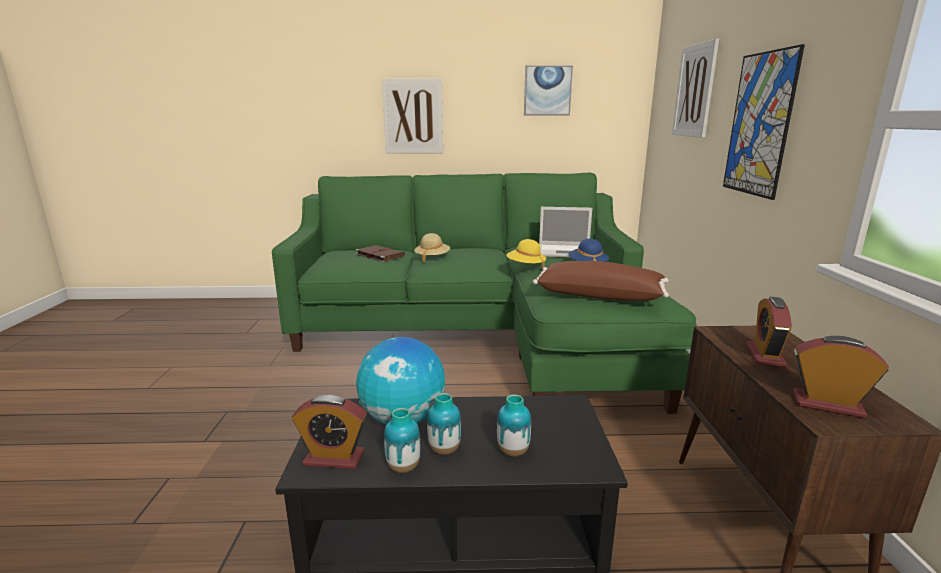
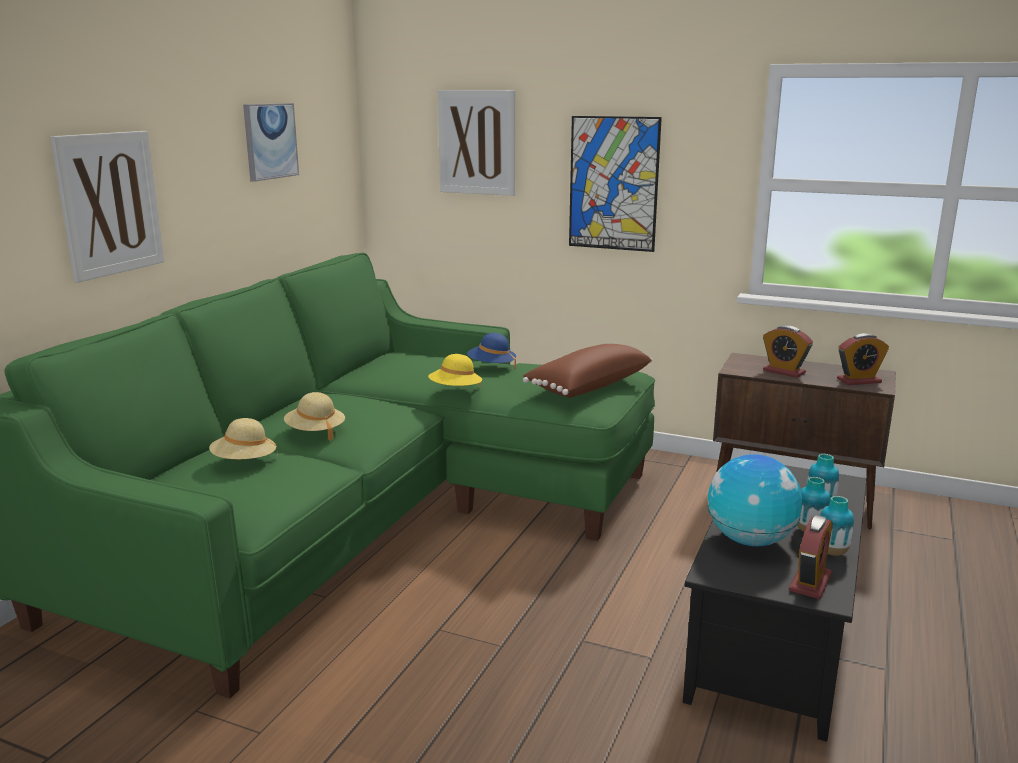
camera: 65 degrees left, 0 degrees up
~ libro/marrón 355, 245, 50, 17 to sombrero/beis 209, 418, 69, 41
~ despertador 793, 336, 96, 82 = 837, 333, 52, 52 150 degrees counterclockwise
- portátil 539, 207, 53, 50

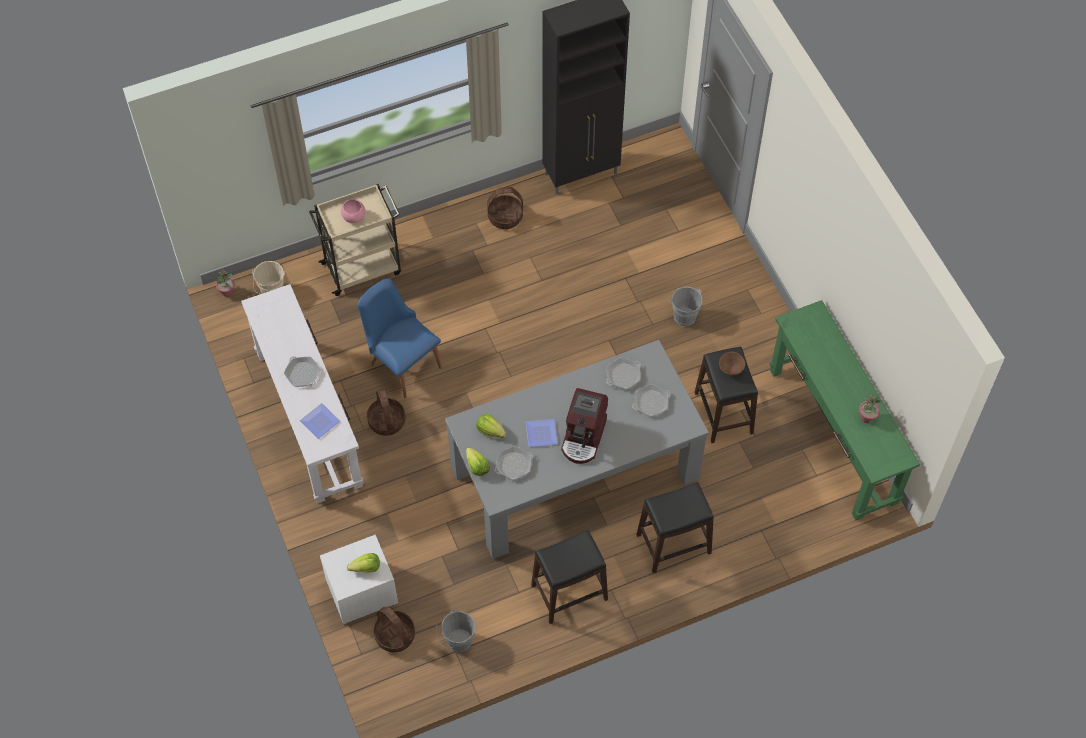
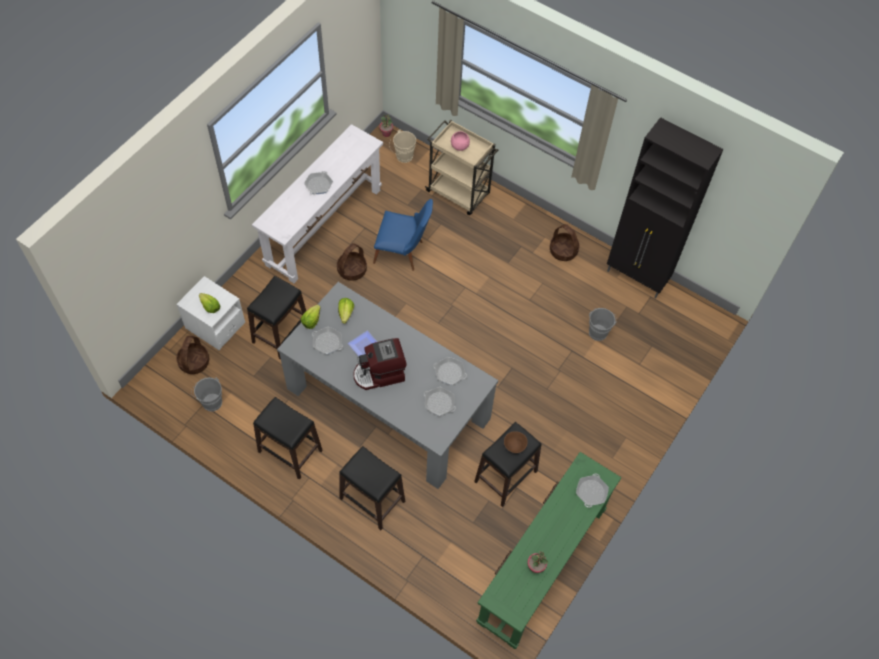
camera: 55 degrees right, 0 degrees up
+ taburete/negro 247, 276, 59, 83
~ silla/azul 358, 279, 84, 119 = 373, 199, 60, 72 90 degrees clockwise
+ sartén 576, 473, 33, 35
~ cubo/gris 667, 286, 36, 41 to 589, 308, 28, 33
- plato 300, 403, 40, 36

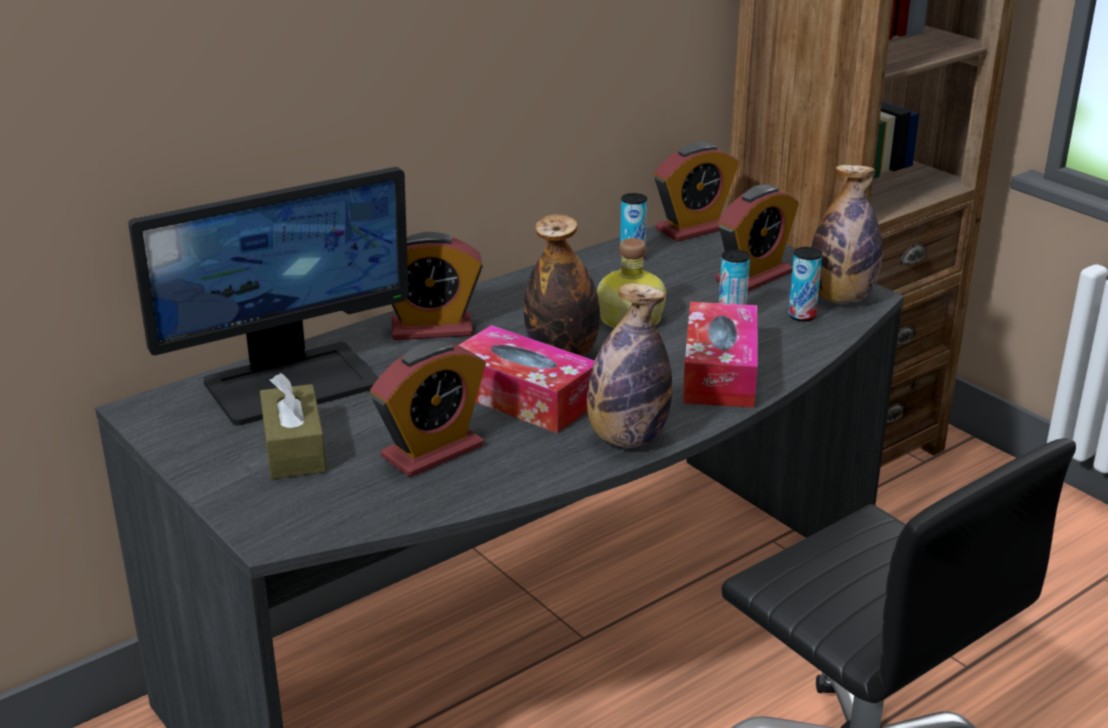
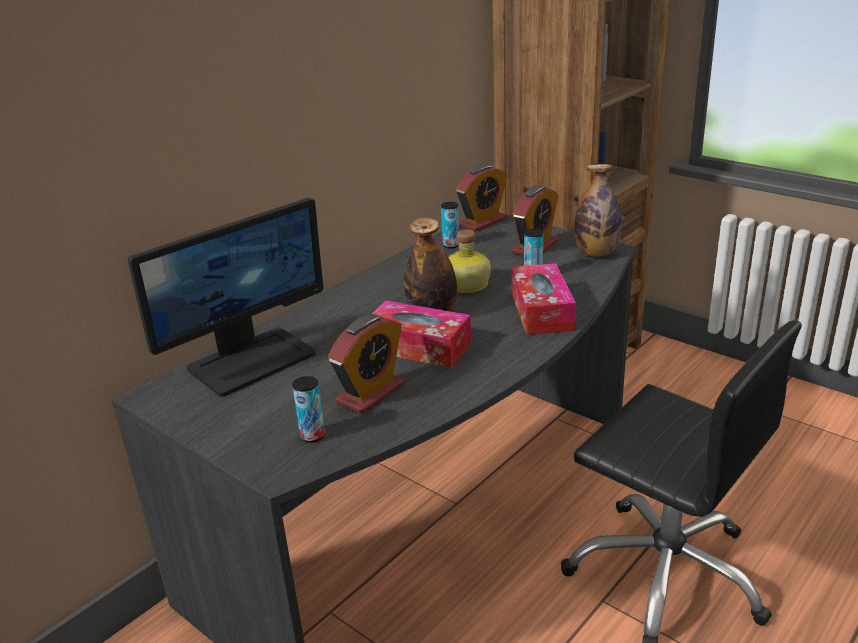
camera: 10 degrees left, 0 degrees up
~ lata 789, 247, 33, 74 to 292, 376, 33, 67
- caja de pañuelos/marrón 260, 373, 67, 106
- despertador 391, 232, 92, 108
- botella 587, 283, 85, 165

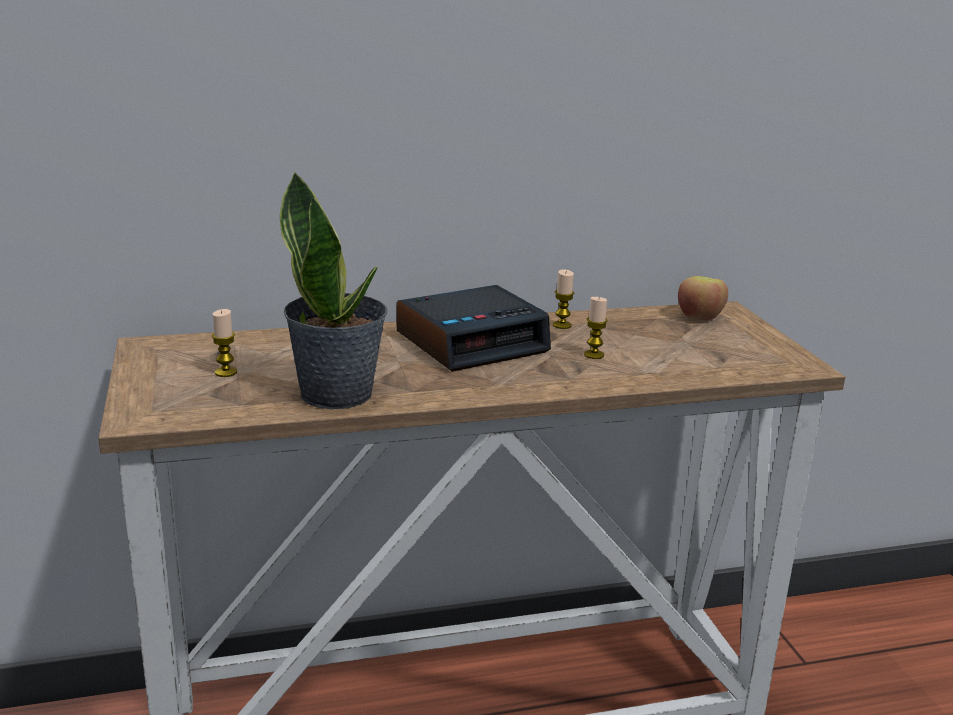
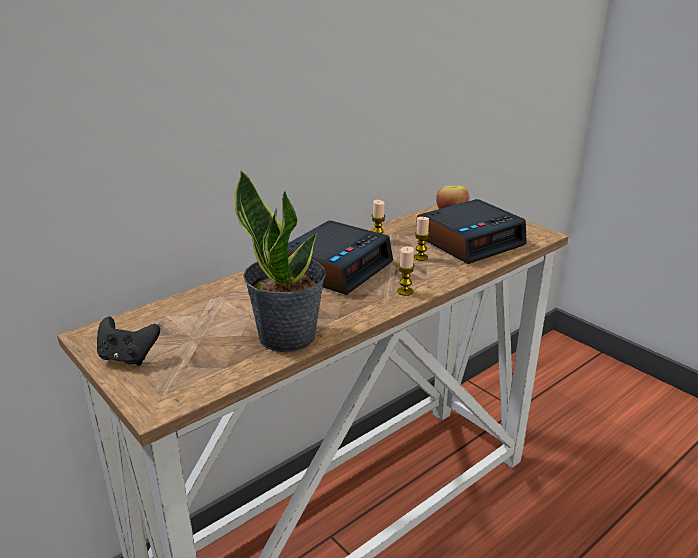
camera: 25 degrees left, 5 degrees up
+ mando de consola/negro 97, 317, 63, 49
~ vela 212, 309, 25, 68 to 397, 246, 18, 50
+ despertador 416, 199, 111, 65

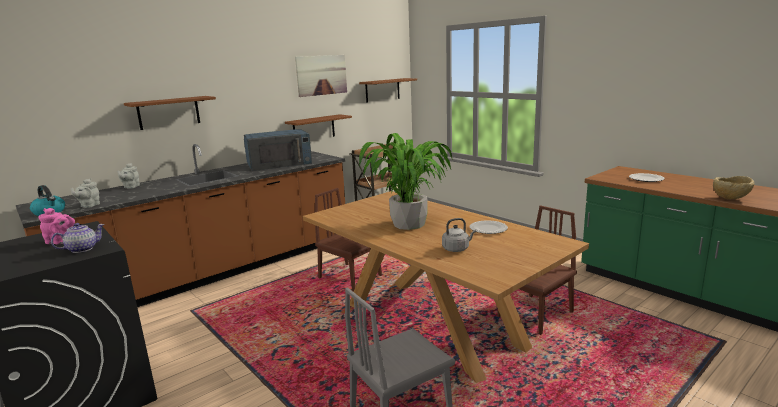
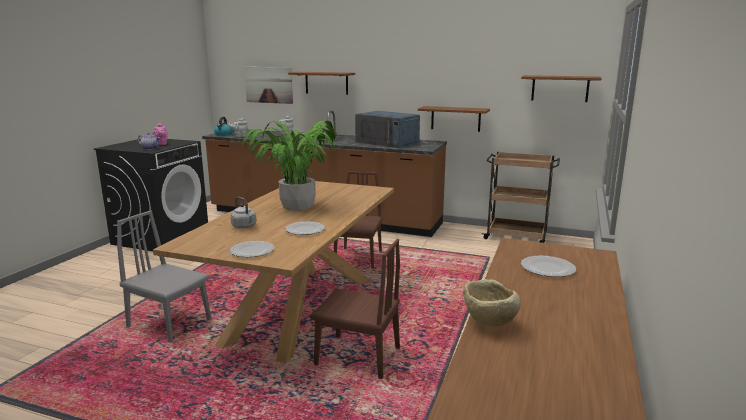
camera: 60 degrees right, 0 degrees up
+ plato 230, 241, 45, 16
~ cuadro 295, 55, 52, 42 to 244, 67, 49, 37

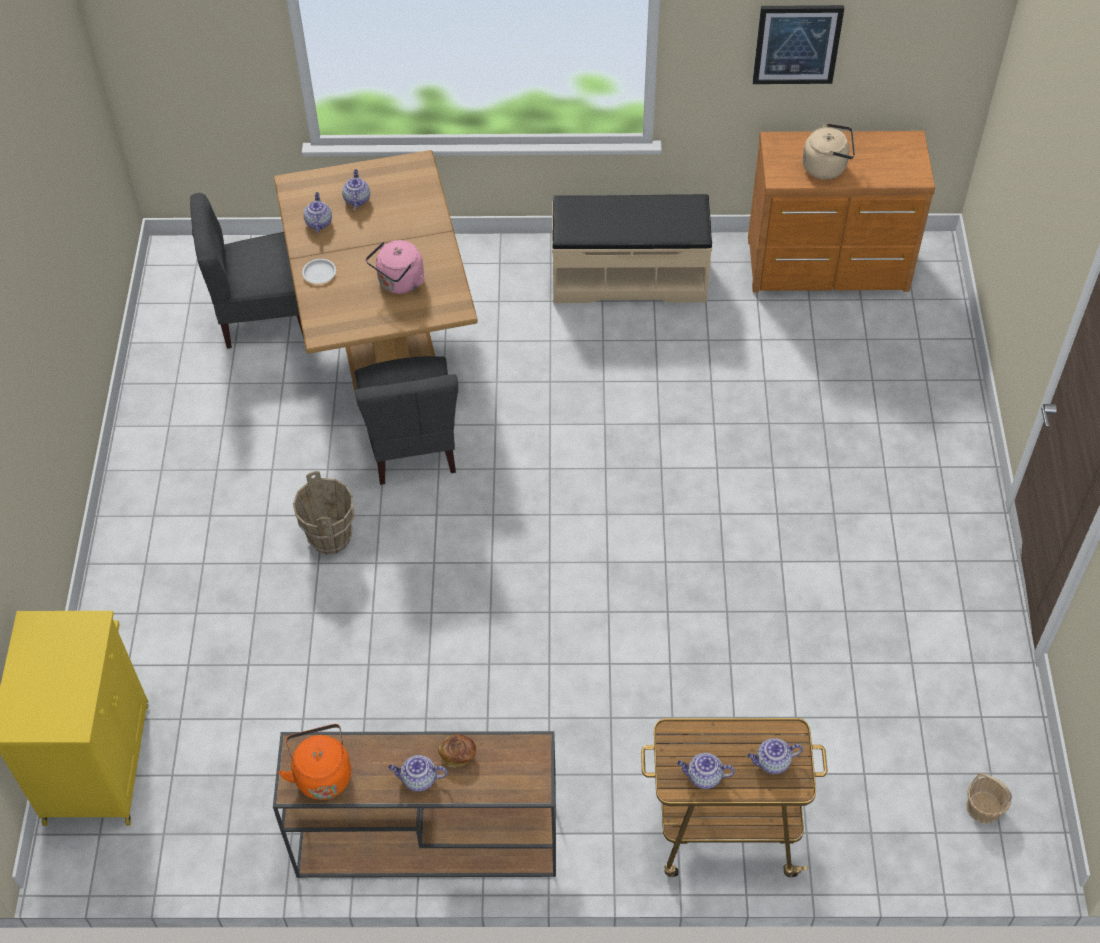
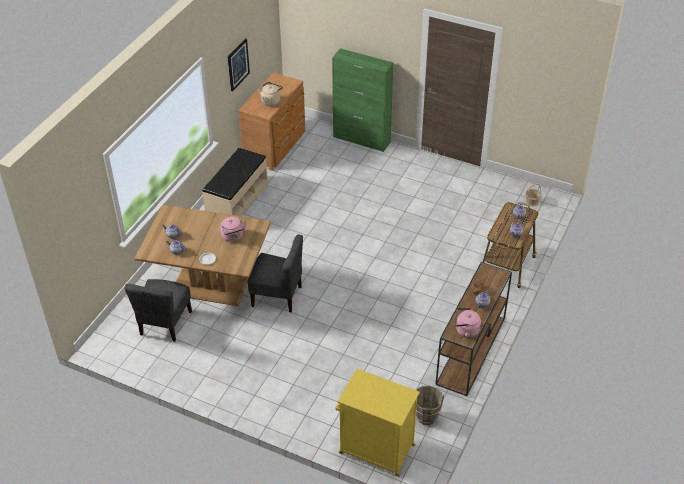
camera: 65 degrees left, 10 degrees down
+ armario/verde 332, 48, 61, 104
~ cubo/marrón 293, 471, 61, 84 to 416, 386, 28, 39
~ hervidor/naranja 278, 724, 73, 76 to hervidor/rosa 455, 308, 26, 30

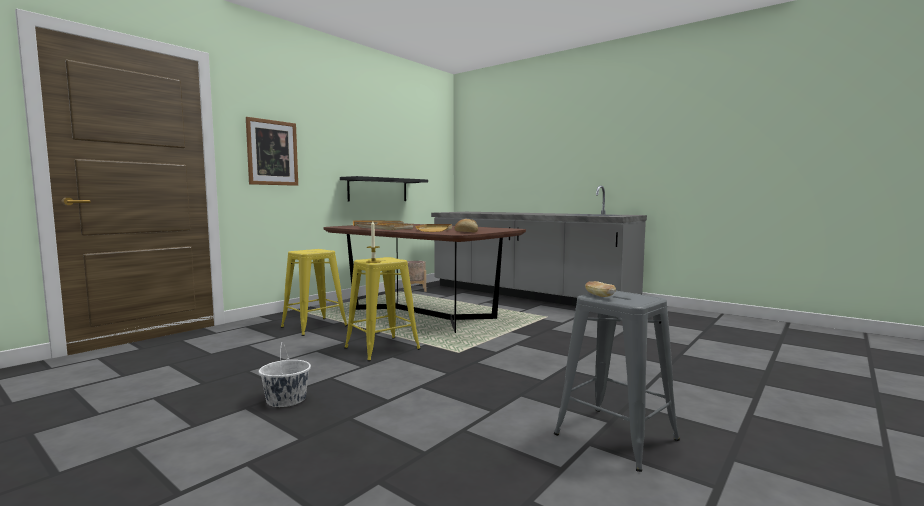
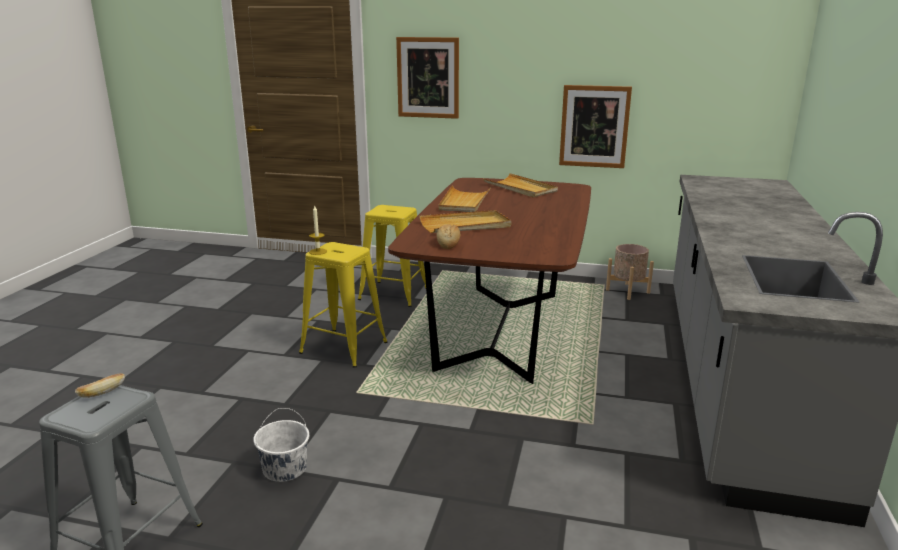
camera: 65 degrees right, 15 degrees up
~ cubo/blanco 259, 342, 52, 65 to 253, 408, 56, 74
~ estante/negro 340, 176, 88, 25 to cuadro 559, 85, 73, 83

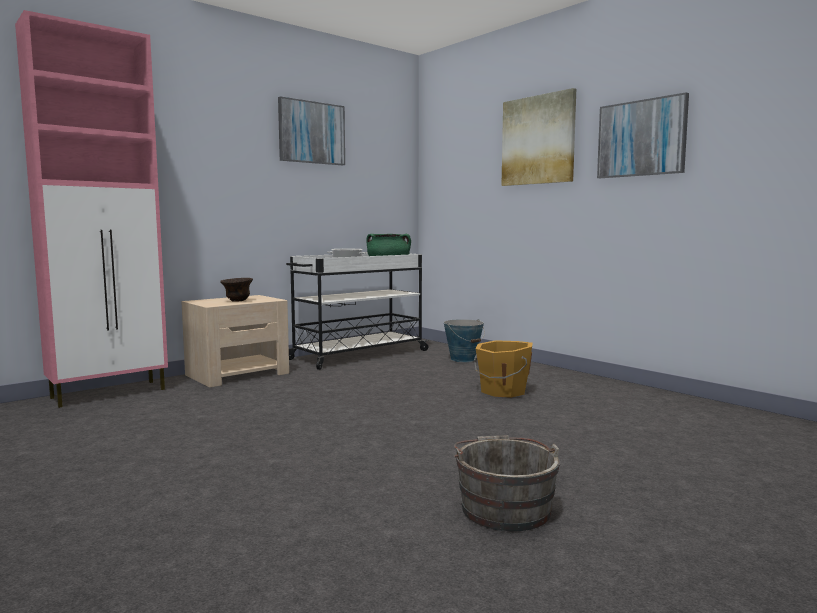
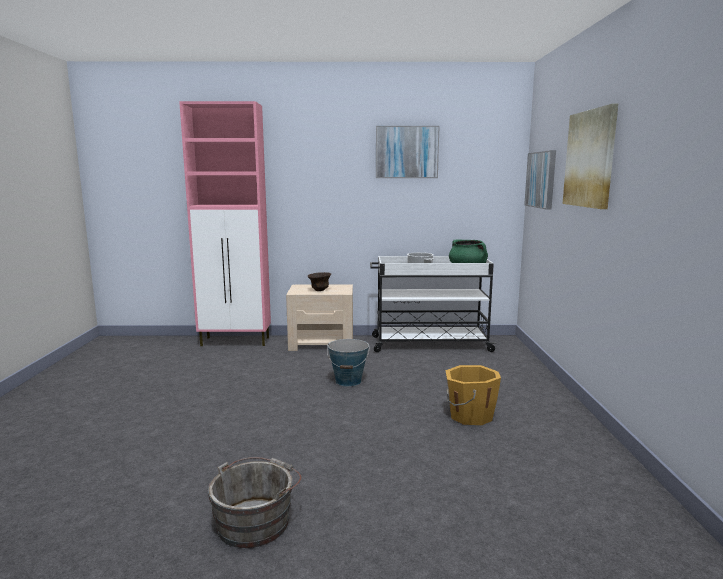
camera: 40 degrees right, 5 degrees up
~ cubo 444, 319, 41, 43 to 327, 339, 43, 48
~ cuadro 597, 93, 92, 85 to 524, 150, 32, 60

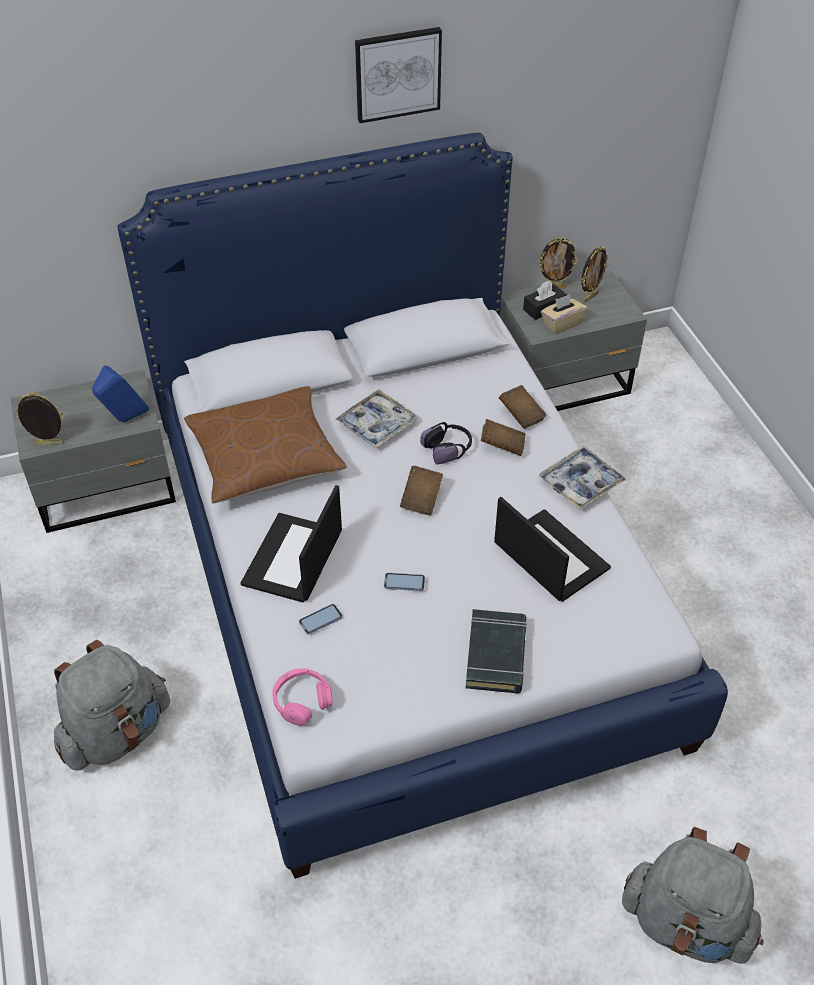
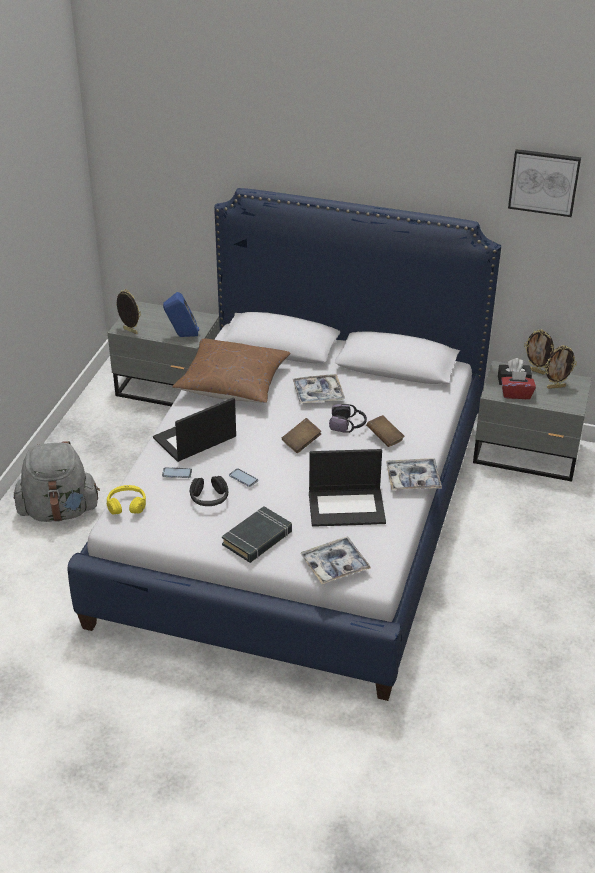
camera: 35 degrees right, 10 degrees down
~ auriculares/rosa 272, 668, 60, 58 to auriculares/amarillo 107, 485, 39, 30
+ auriculares/negro 190, 476, 38, 30
+ bandeja 300, 537, 71, 47
~ portátil 494, 497, 117, 105 = 309, 449, 77, 78 90 degrees clockwise
~ caja de pañuelos/beis 541, 294, 46, 40 to caja de pañuelos/rojo 501, 371, 35, 28
~ cuadro 355, 27, 87, 96 to 508, 149, 73, 68
- libro/marrón 499, 385, 48, 44
- mochila/gris 622, 827, 142, 137

